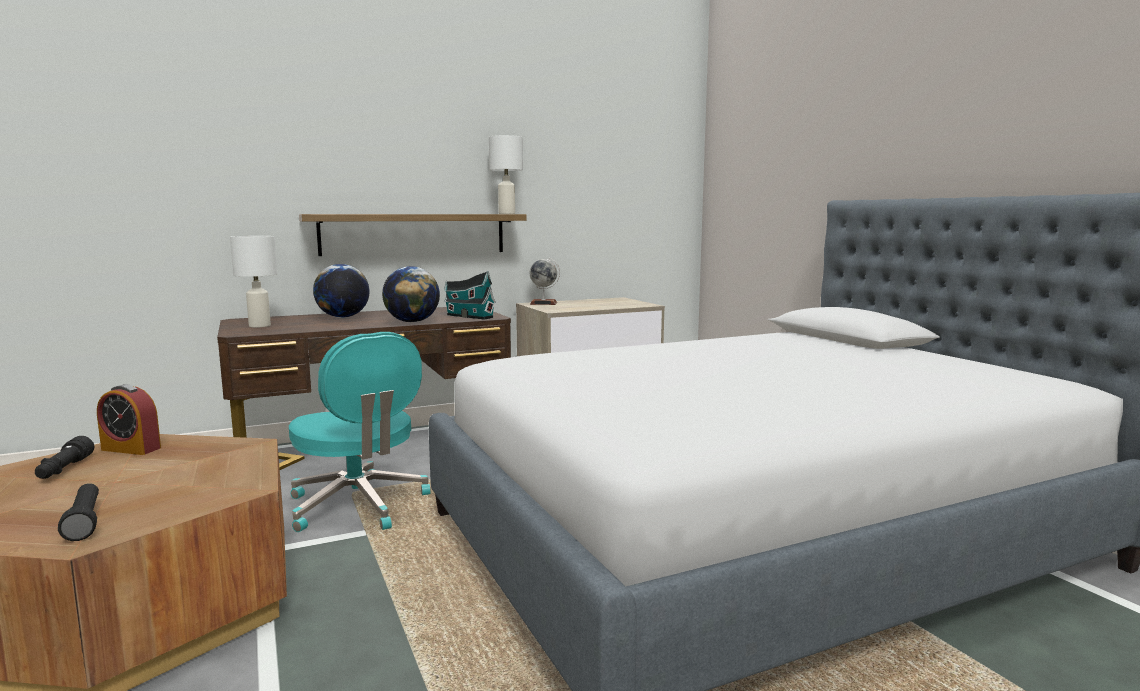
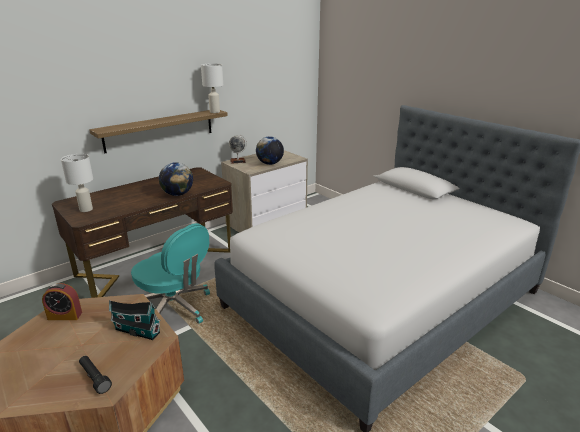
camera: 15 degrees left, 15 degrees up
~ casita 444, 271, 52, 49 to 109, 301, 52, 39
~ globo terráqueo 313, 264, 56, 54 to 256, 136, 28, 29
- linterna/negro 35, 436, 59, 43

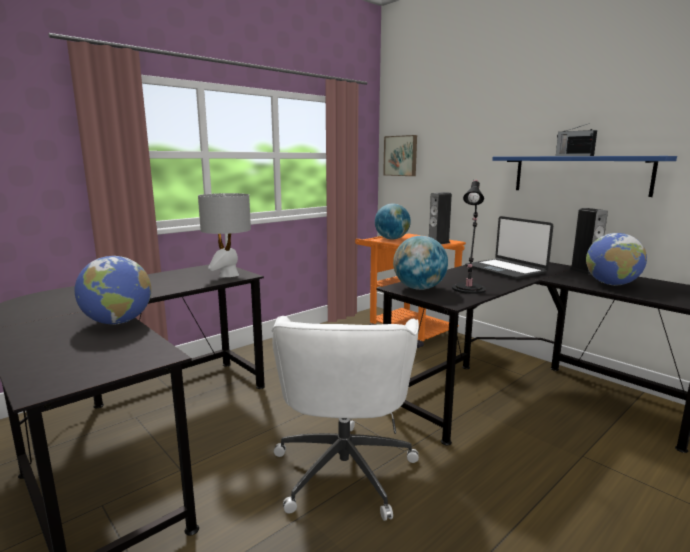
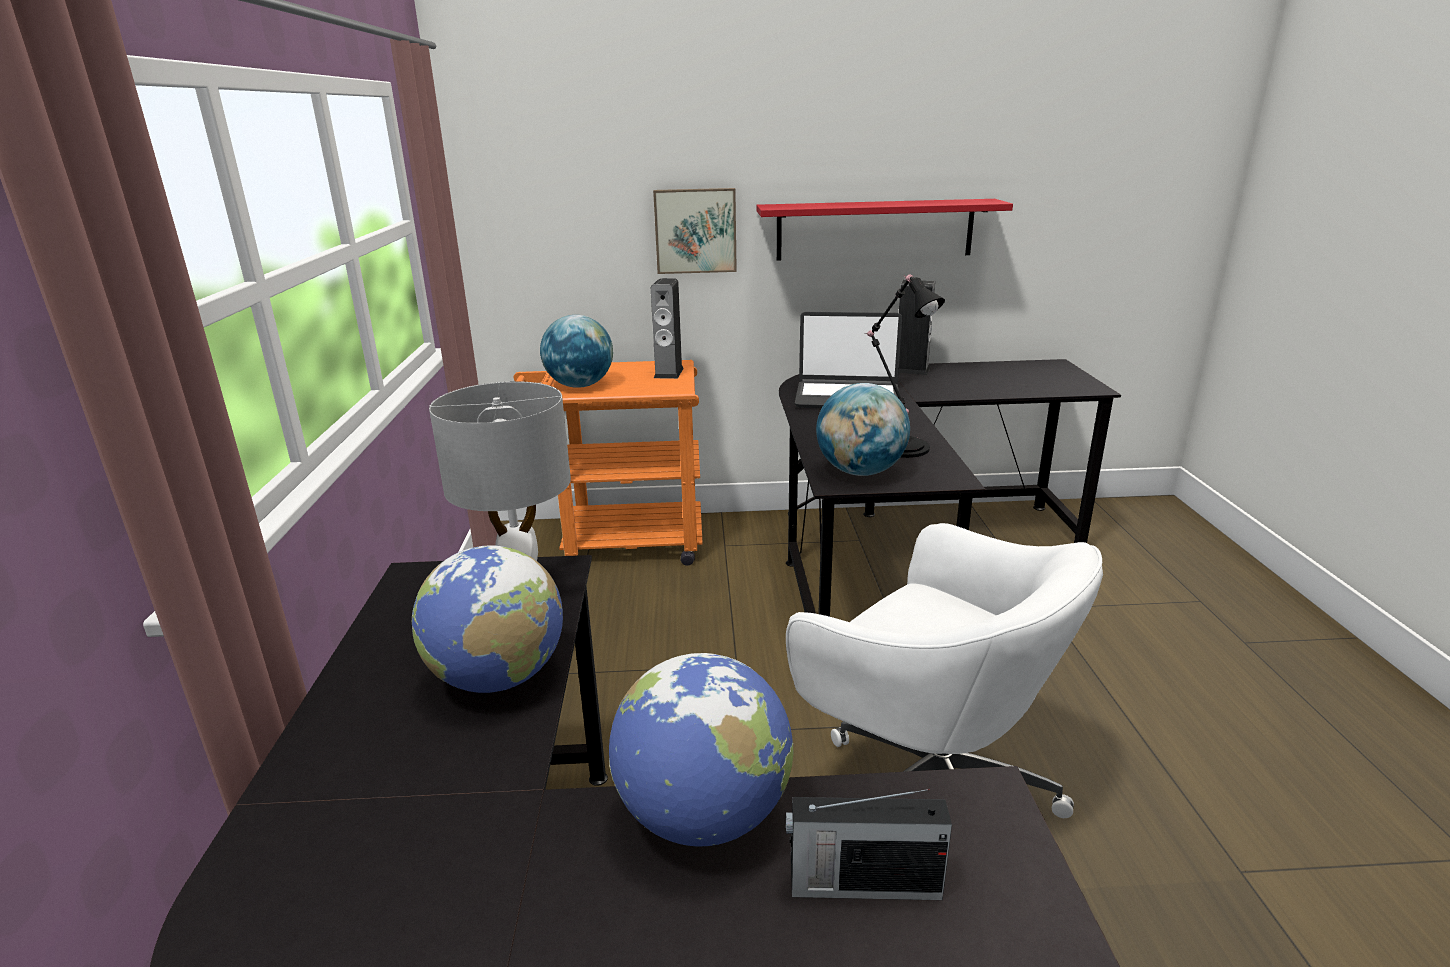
camera: 50 degrees left, 10 degrees up
~ globo terráqueo 586, 233, 61, 52 to 412, 545, 151, 148
~ cuadro 383, 135, 34, 41 to 653, 188, 84, 86
~ estante/azul 492, 156, 185, 41 to estante/rojo 756, 199, 257, 62
~ radio 556, 123, 41, 33 to 786, 789, 166, 111

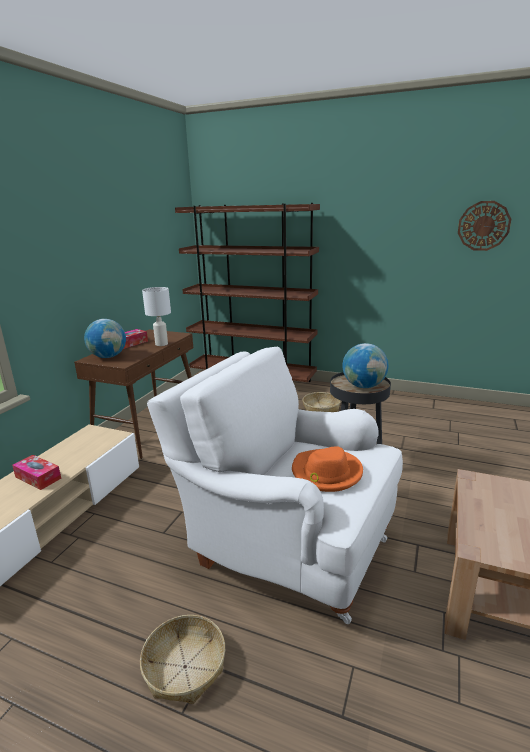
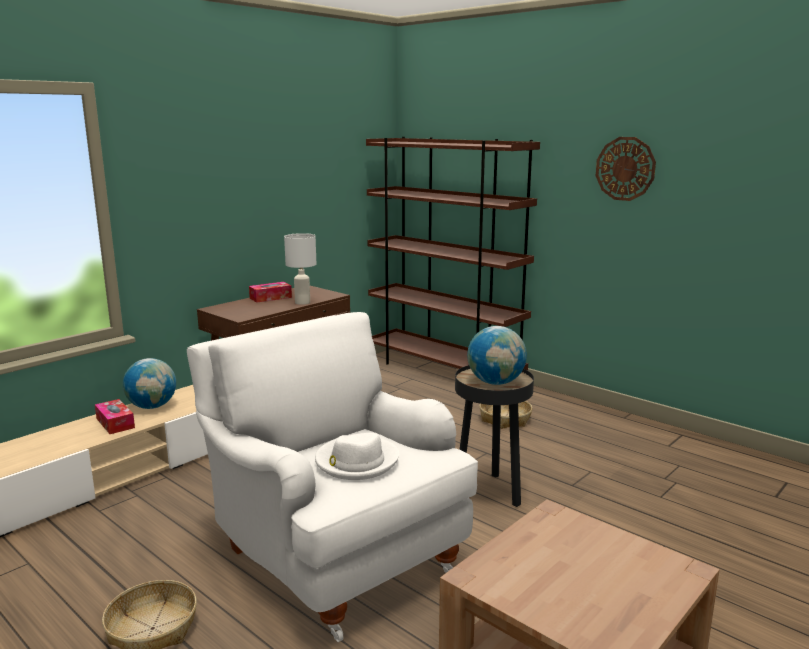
camera: 20 degrees right, 5 degrees down
~ globo terráqueo 84, 319, 42, 39 to 123, 358, 53, 51
~ sombrero/naranja 292, 446, 71, 46 to sombrero/blanco 315, 433, 84, 47
~ reloj de pared 458, 201, 53, 50 to 596, 137, 60, 64

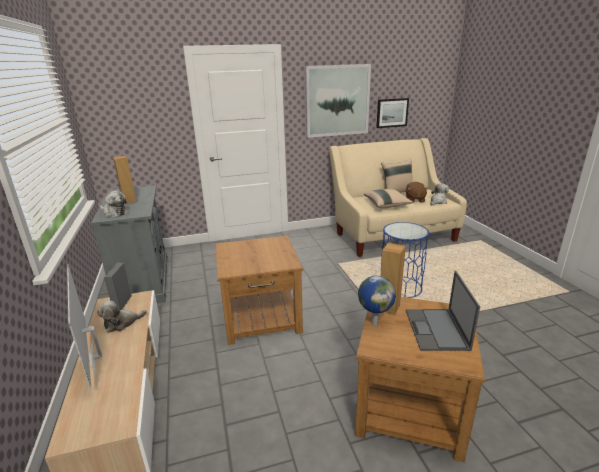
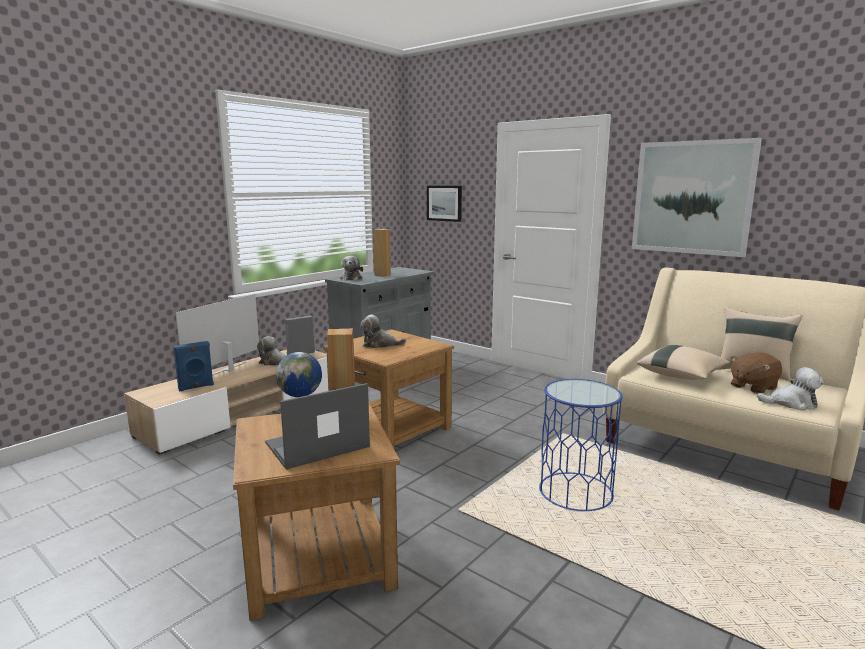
camera: 55 degrees right, 10 degrees down
+ altavoz/azul 173, 341, 41, 51
+ peluche 360, 315, 46, 33
~ cuadro 376, 98, 33, 30 to 427, 186, 35, 36

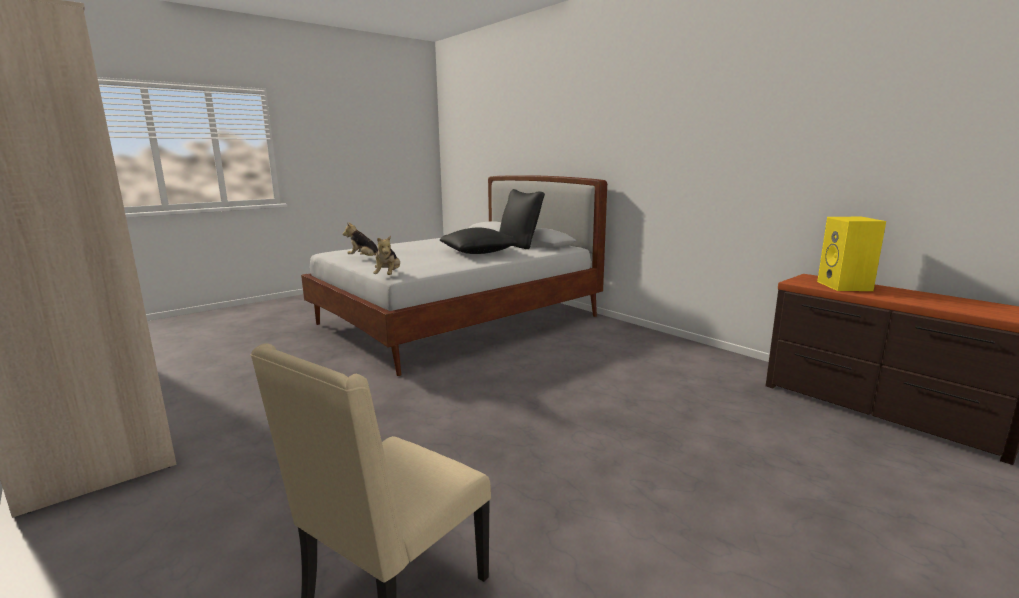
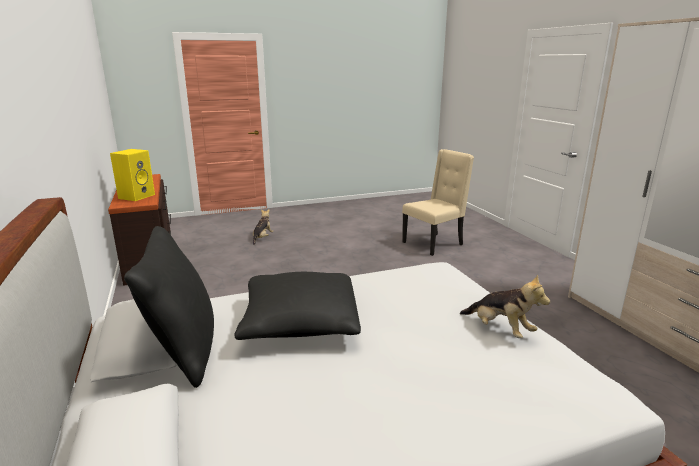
camera: 160 degrees left, 5 degrees up
~ peluche 373, 235, 27, 40 to 253, 209, 21, 36

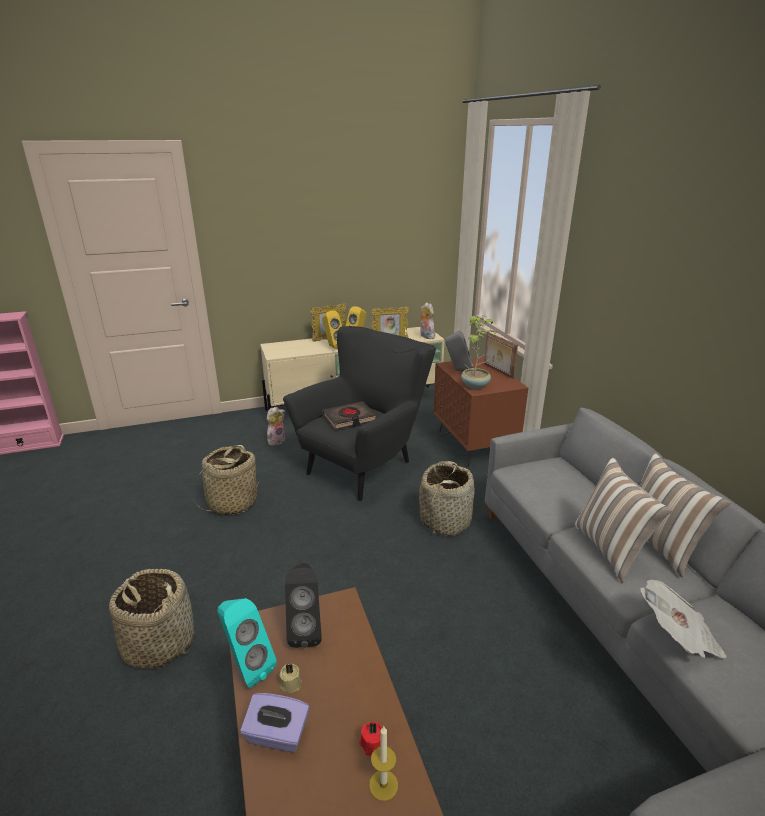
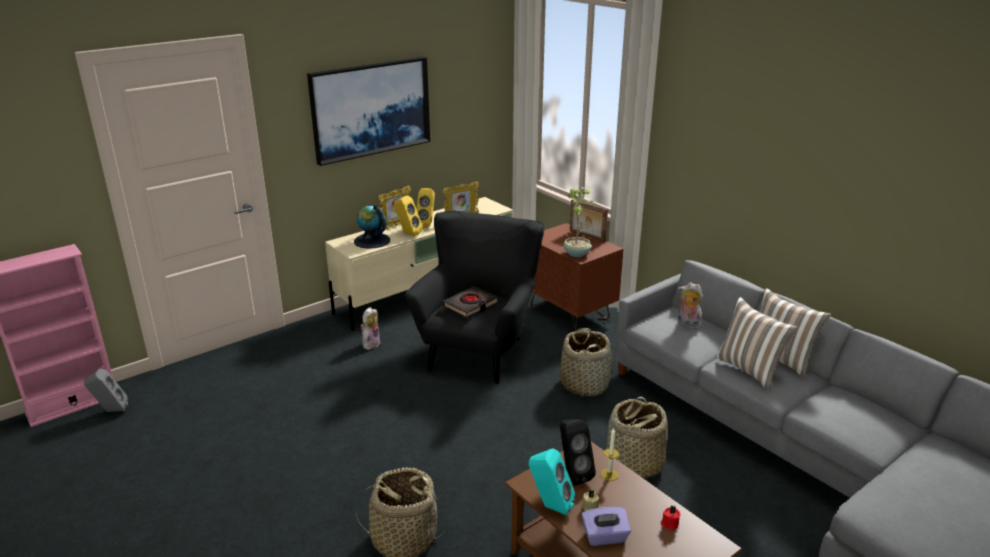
camera: 20 degrees left, 0 degrees up
~ altavoz/gris 445, 331, 28, 40 to 84, 368, 44, 44
+ cuadro 307, 57, 123, 109
+ globo terráqueo 354, 204, 36, 45
~ vela 369, 727, 29, 74 to 601, 428, 18, 53
~ cesta 194, 445, 65, 70 to 607, 397, 61, 82
~ peluche 420, 302, 15, 37 to 678, 283, 25, 46
- periódico 640, 580, 87, 78

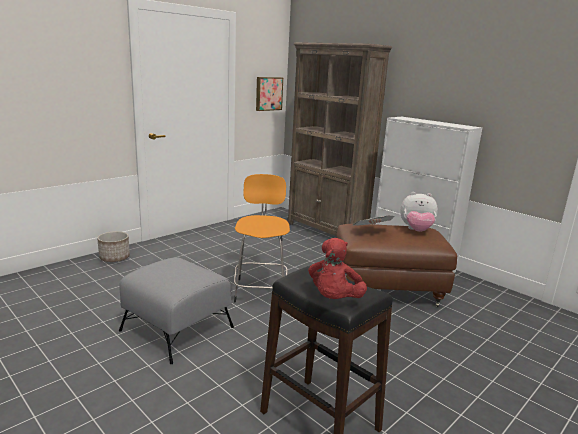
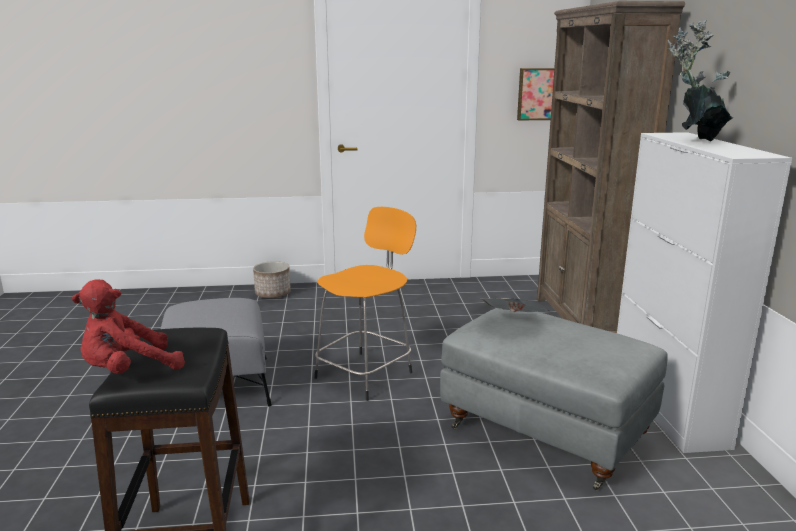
camera: 40 degrees right, 0 degrees up
~ puf/marrón 337, 224, 120, 83 to puf/gris 440, 308, 228, 183
+ planta en maceta 668, 20, 66, 121
- peluche 400, 192, 38, 40

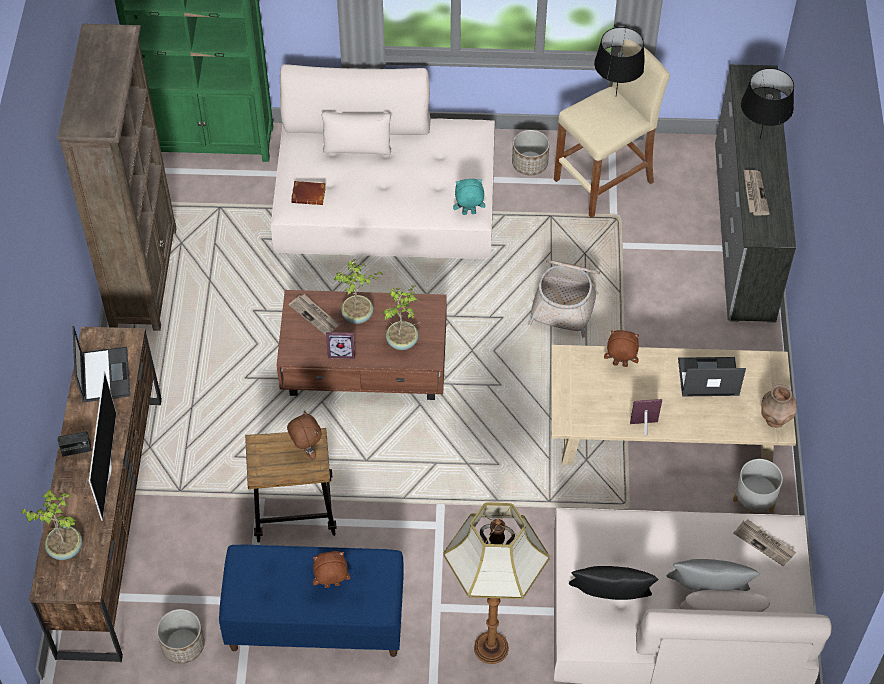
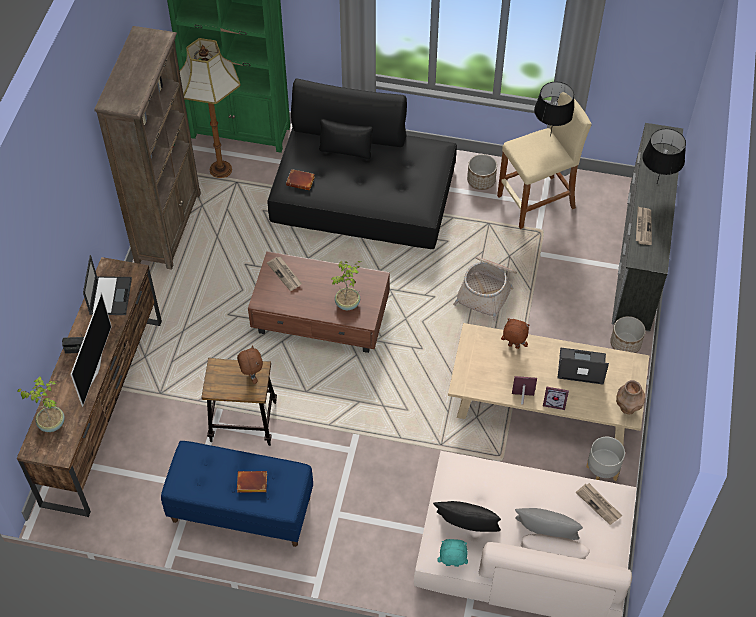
camera: 10 degrees right, 0 degrees up
~ lámpara de pie 443, 502, 107, 162 to 179, 38, 62, 140
~ peluche/marrón 313, 551, 37, 37 to libro/marrón 237, 471, 30, 22
~ sofá/beis 271, 64, 224, 195 to sofá/negro 267, 79, 190, 170
~ peluche/turquesa 453, 179, 32, 36 to 437, 539, 31, 28
~ portarretratos 326, 332, 29, 27 to 543, 386, 26, 24
~ maceta 156, 609, 49, 55 to 610, 316, 35, 37
- planta en maceta 334, 259, 49, 65

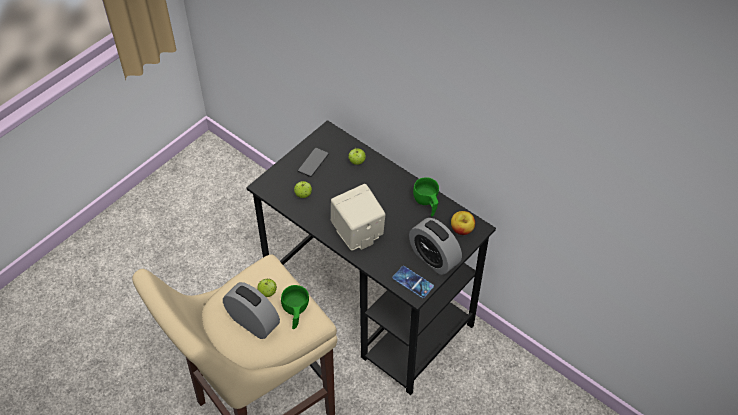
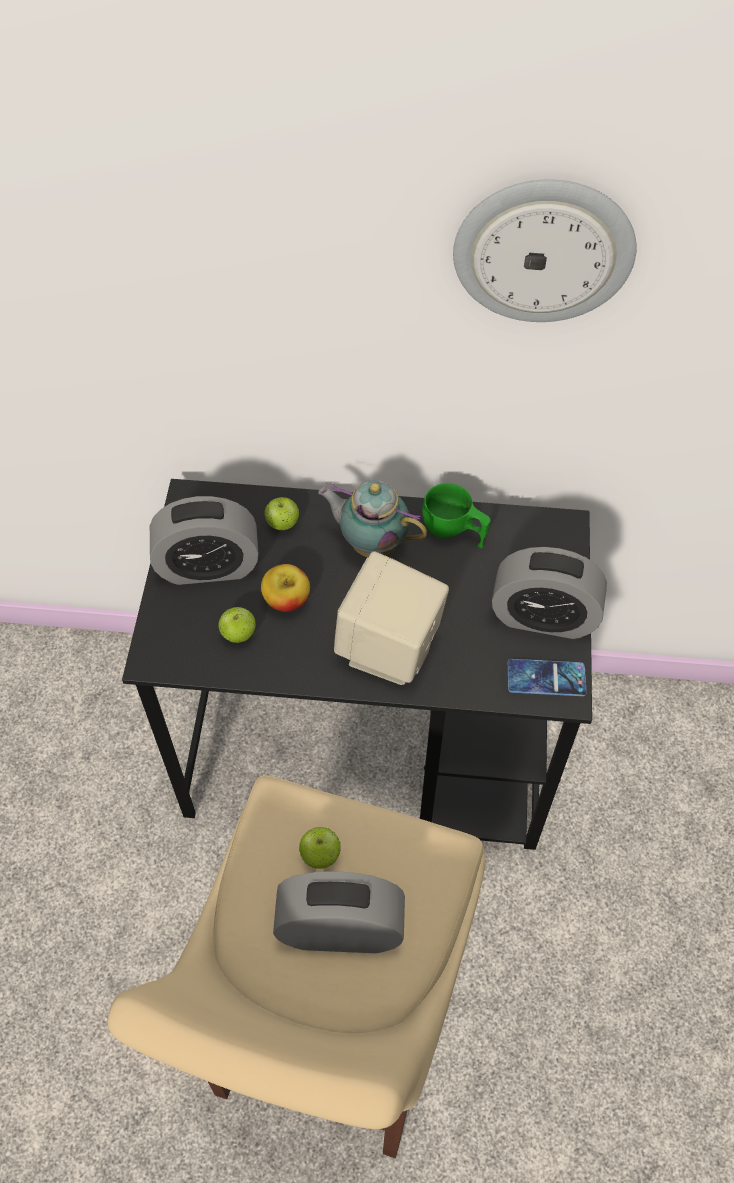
camera: 35 degrees left, 5 degrees up
~ móvil 298, 148, 31, 29 to despertador 150, 496, 108, 89
~ manzana 451, 211, 24, 24 to 261, 564, 49, 48
+ tetera 318, 480, 109, 77
+ reloj de pared 453, 180, 184, 142
- taza/verde 281, 285, 28, 44

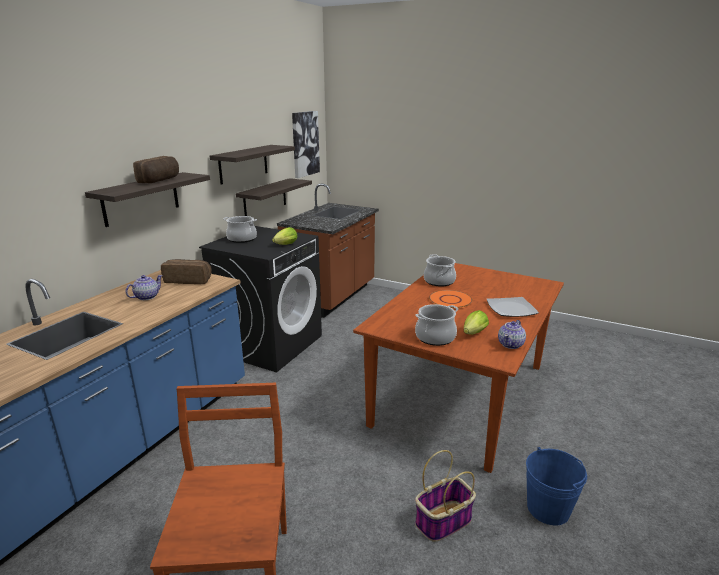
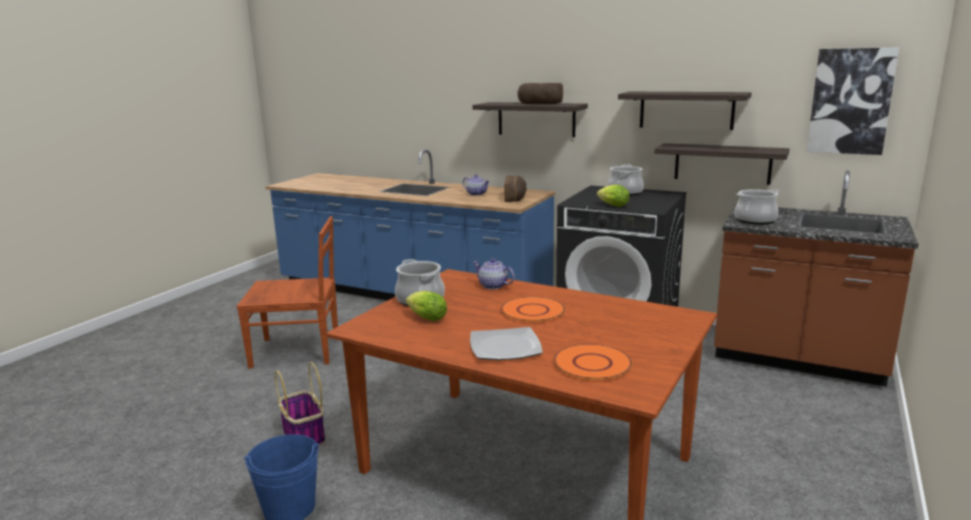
camera: 90 degrees right, 5 degrees down
~ tetera 498, 320, 28, 29 to 473, 258, 42, 31
+ plato/naranja 554, 344, 78, 37
~ olla 424, 254, 32, 33 to 734, 189, 46, 36

